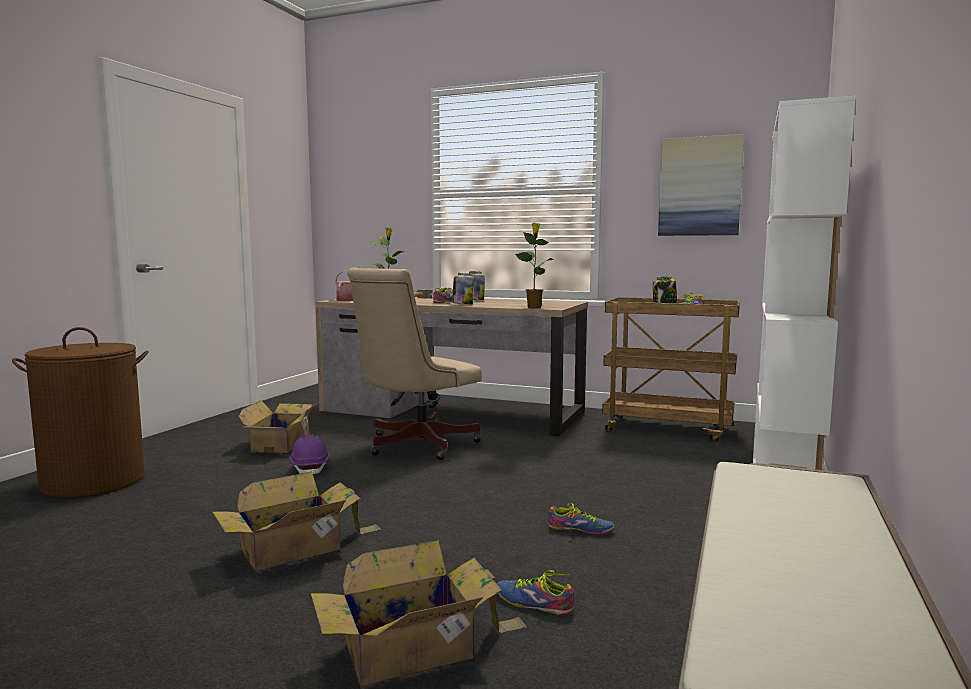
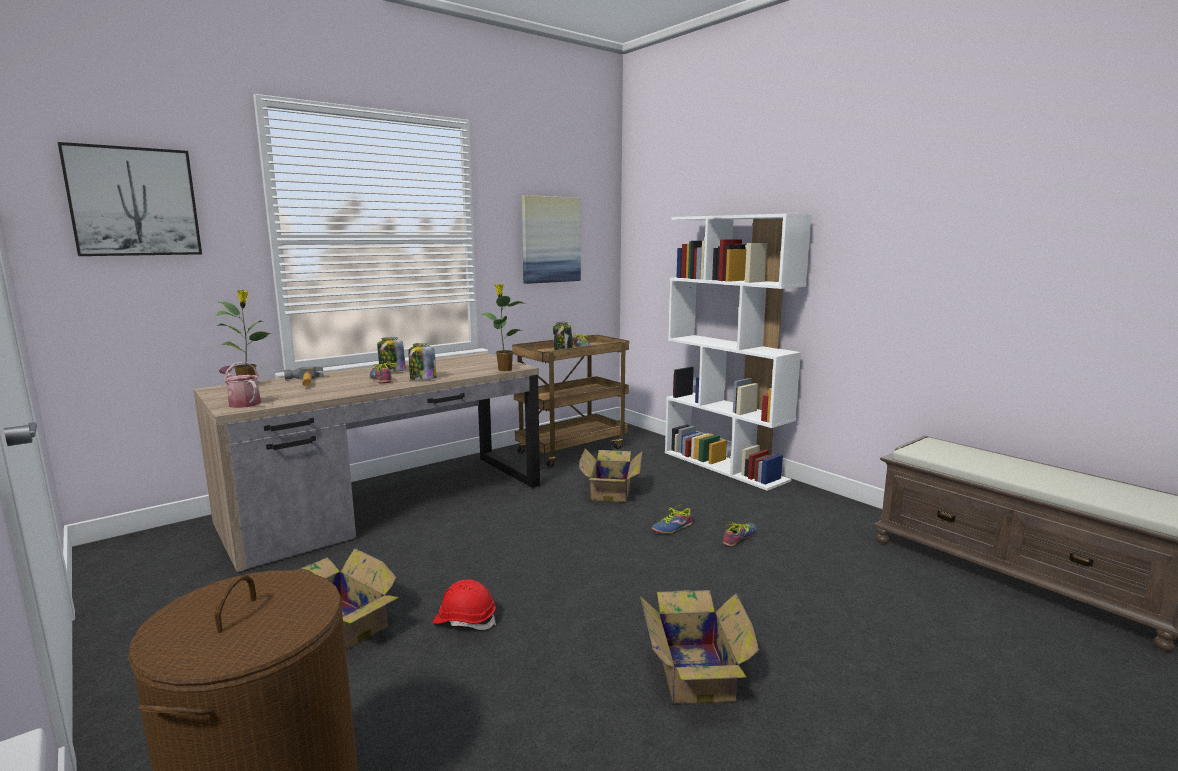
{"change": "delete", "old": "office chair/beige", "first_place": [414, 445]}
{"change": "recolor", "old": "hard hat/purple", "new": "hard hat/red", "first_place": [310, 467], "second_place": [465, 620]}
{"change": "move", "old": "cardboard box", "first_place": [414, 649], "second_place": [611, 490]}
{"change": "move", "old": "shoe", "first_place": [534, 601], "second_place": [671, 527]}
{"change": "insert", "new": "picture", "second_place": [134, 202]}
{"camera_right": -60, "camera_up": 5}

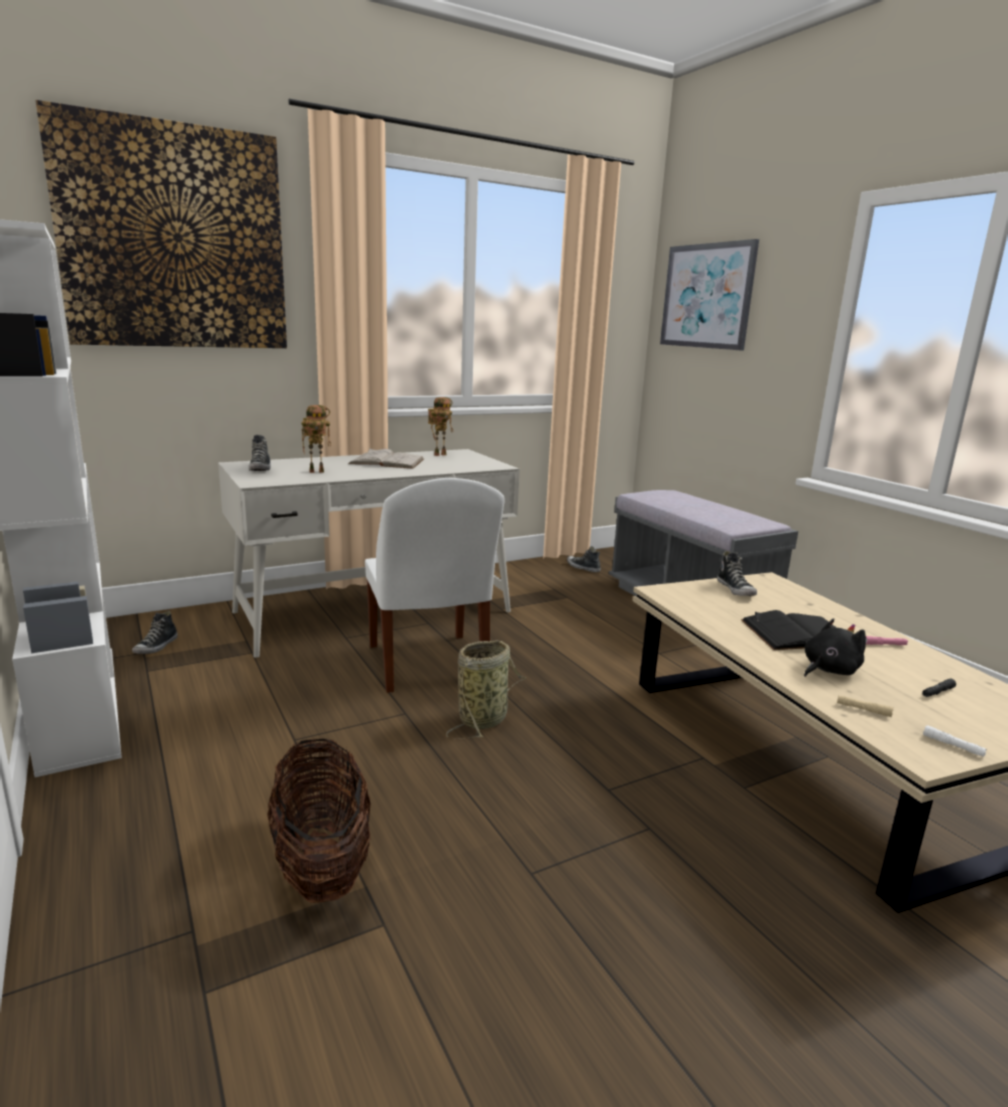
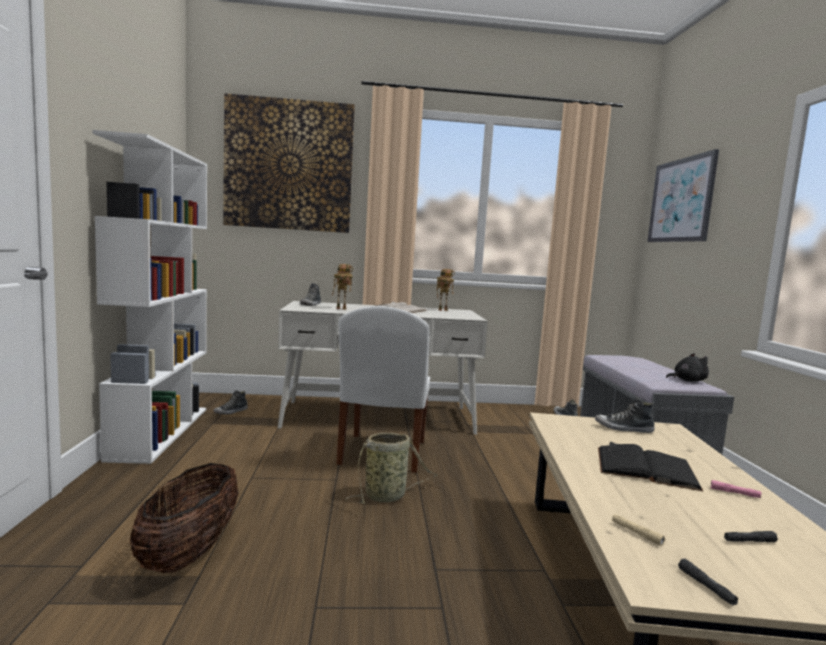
{"change": "rotate", "old": "shoe", "first_place": [736, 590], "second_place": [623, 429], "degrees": 90}
{"change": "move", "old": "plush toy/black", "first_place": [828, 670], "second_place": [687, 380]}
{"change": "recolor", "old": "flashlight/white", "new": "flashlight/black", "first_place": [953, 745], "second_place": [706, 587]}
{"camera_right": 25, "camera_up": -10}

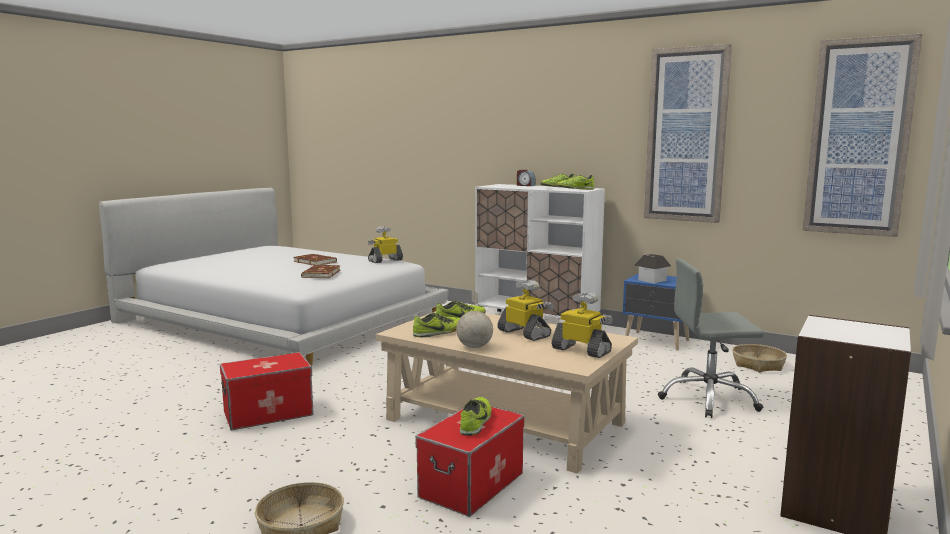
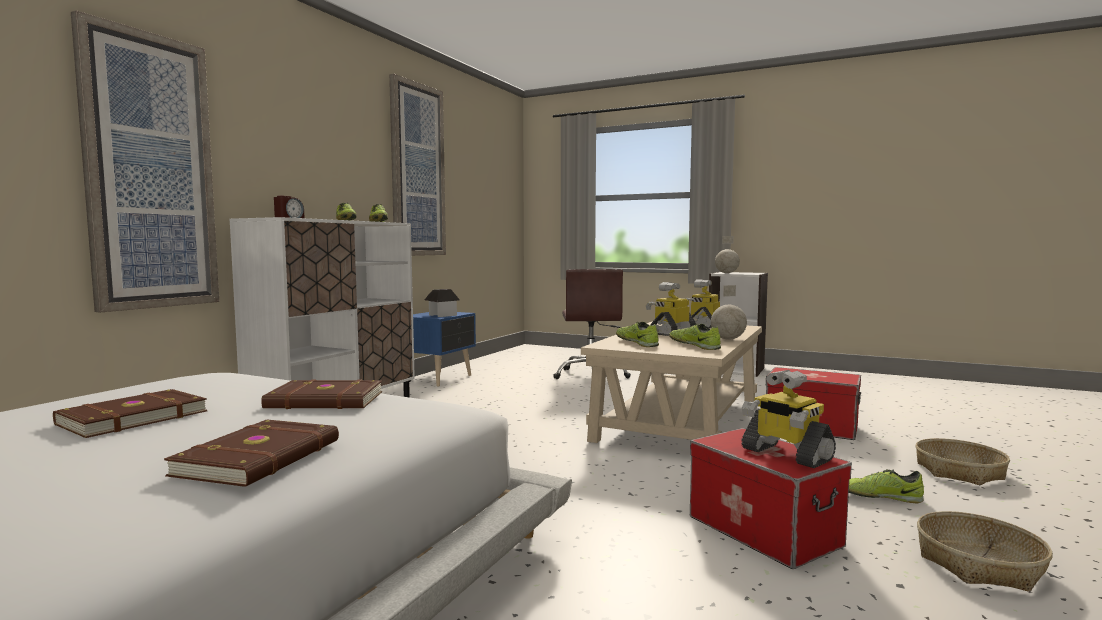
{"change": "move", "old": "picture", "first_place": [859, 138], "second_place": [150, 172]}
{"change": "move", "old": "toy robot", "first_place": [385, 260], "second_place": [785, 454]}
{"change": "recolor", "old": "office chair/grey", "new": "office chair/brown", "first_place": [708, 399], "second_place": [591, 376]}
{"change": "move", "old": "basket", "first_place": [758, 364], "second_place": [979, 564]}
{"change": "move", "old": "shoe", "first_place": [476, 422], "second_place": [880, 497]}
{"change": "insert", "new": "globe", "second_place": [727, 273]}
{"change": "insert", "new": "book/brown", "second_place": [262, 458]}
{"camera_right": -95, "camera_up": -5}

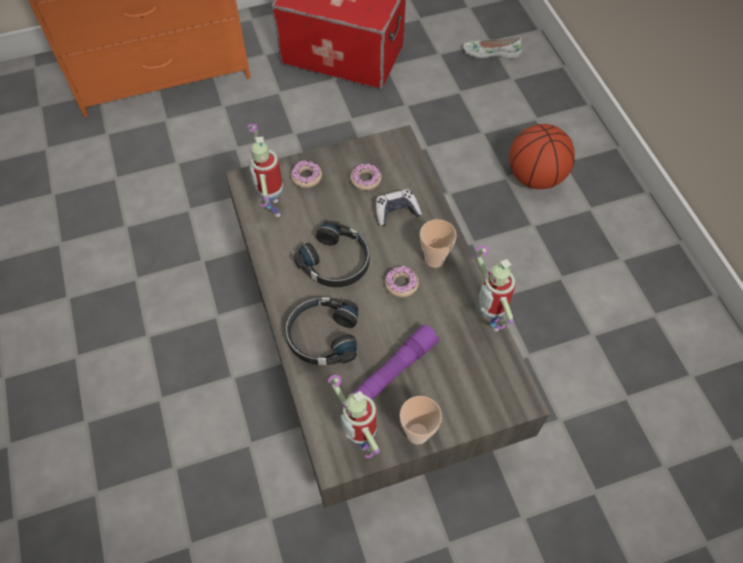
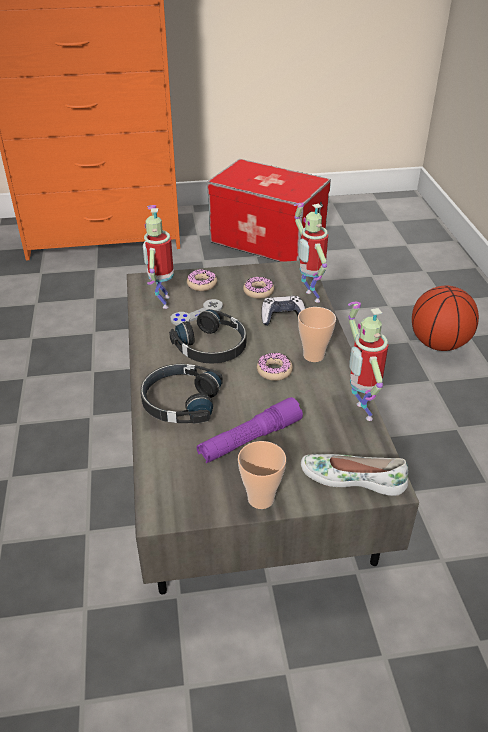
{"change": "move", "old": "shoe/white", "first_place": [491, 52], "second_place": [352, 478]}
{"change": "move", "old": "toy robot", "first_place": [359, 441], "second_place": [309, 297]}
{"change": "insert", "new": "game controller/grey", "second_place": [197, 313]}
{"camera_right": 10, "camera_up": -20}

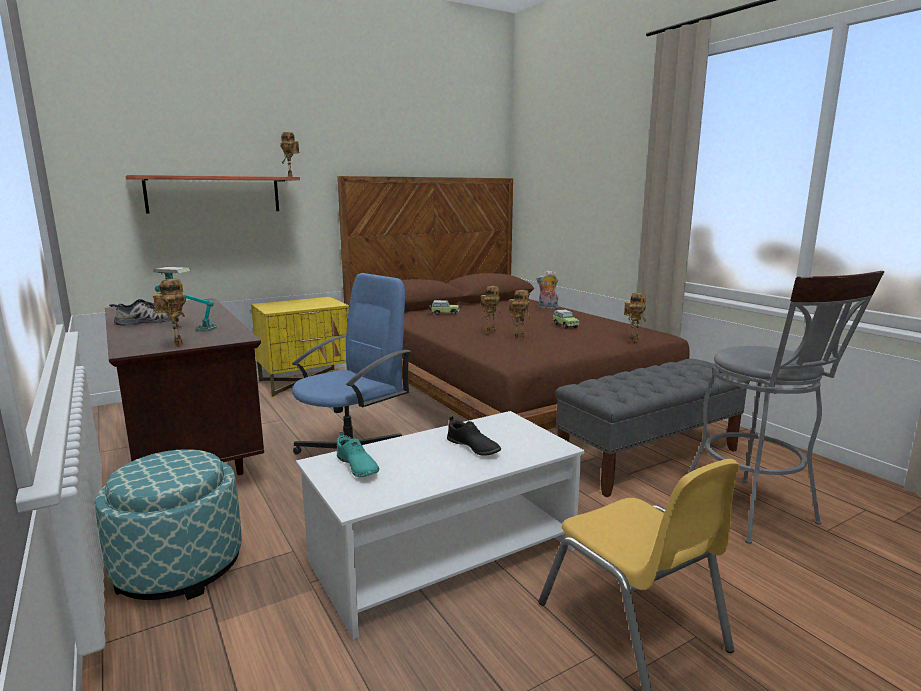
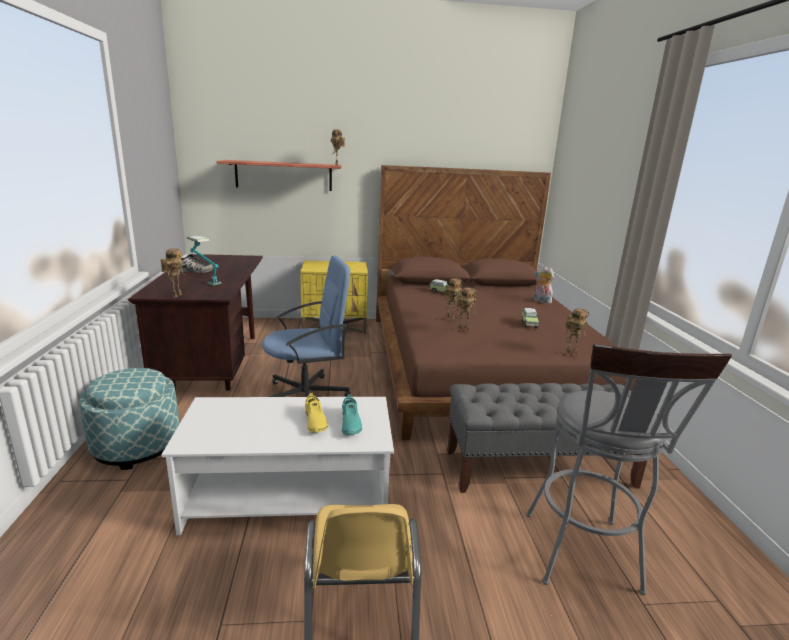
{"change": "recolor", "old": "shoe/black", "new": "shoe/yellow", "first_place": [473, 447], "second_place": [314, 422]}
{"change": "move", "old": "shoe/turquoise", "first_place": [356, 467], "second_place": [350, 424]}
{"camera_right": 25, "camera_up": 5}

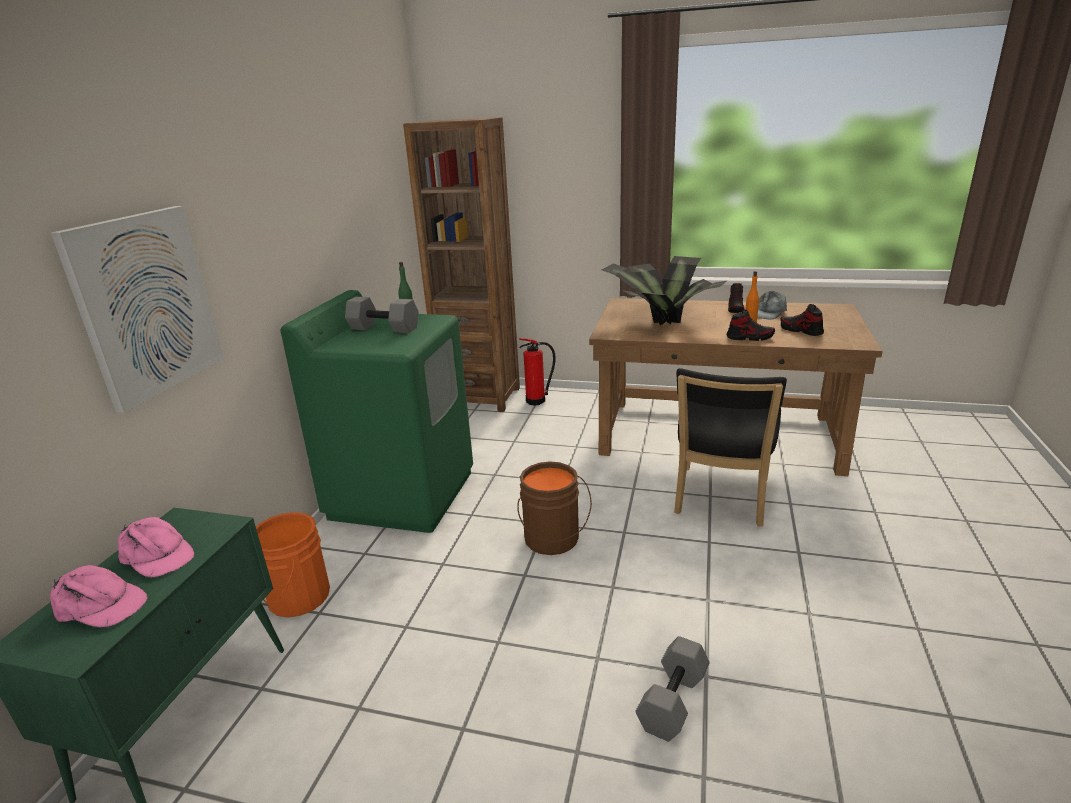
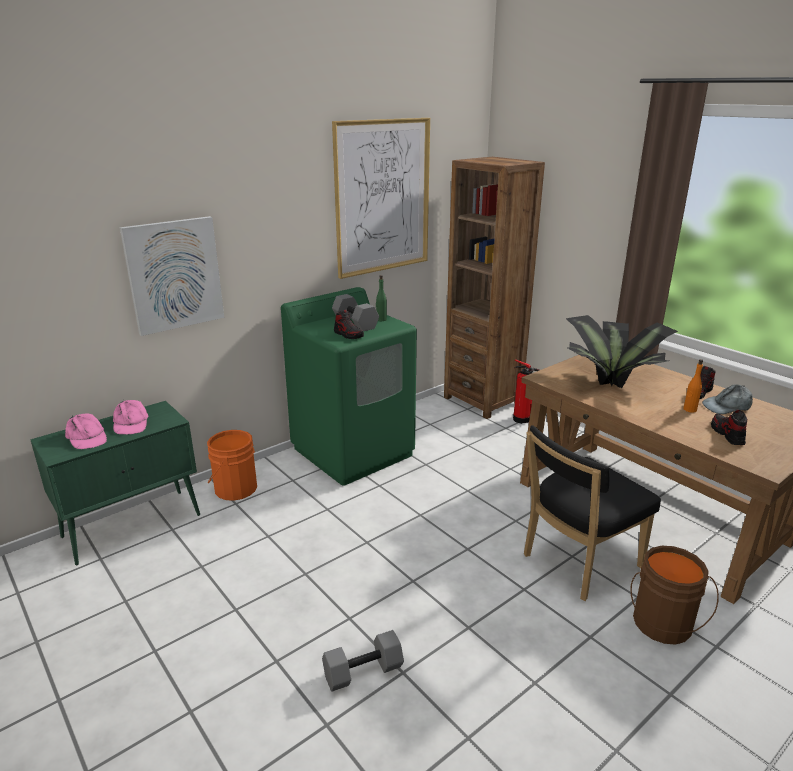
{"change": "move", "old": "shoe", "first_place": [750, 337], "second_place": [348, 335]}
{"change": "move", "old": "bucket/brown", "first_place": [553, 540], "second_place": [662, 625]}
{"change": "insert", "new": "picture", "second_place": [383, 197]}
{"camera_right": 35, "camera_up": 0}

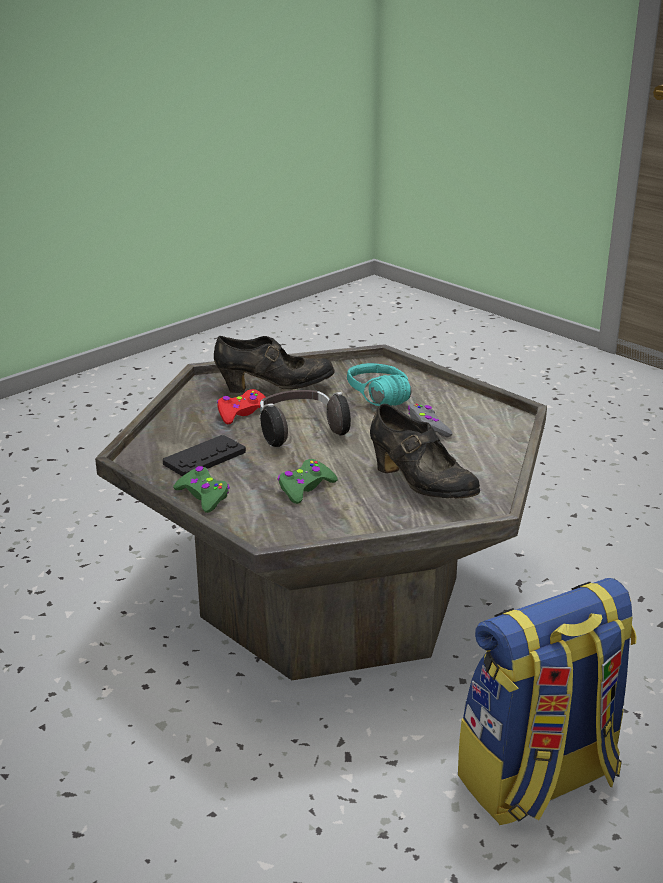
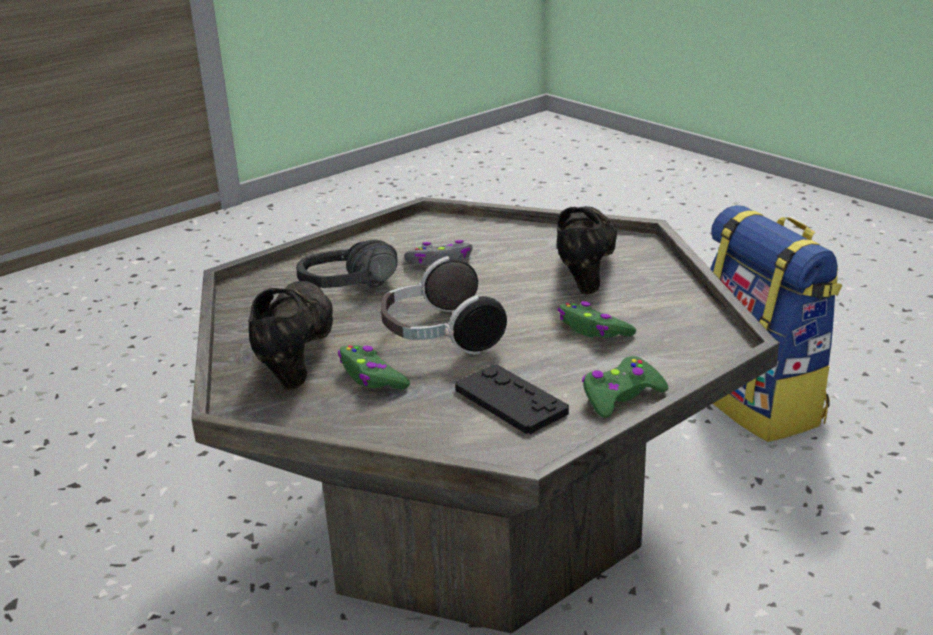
{"change": "recolor", "old": "headphones/turquoise", "new": "headphones/black", "first_place": [370, 399], "second_place": [353, 292]}
{"change": "recolor", "old": "game controller/red", "new": "game controller/green", "first_place": [243, 413], "second_place": [372, 377]}
{"change": "rotate", "old": "shoe/black", "first_place": [421, 486], "second_place": [584, 268], "degrees": -45}
{"camera_right": -85, "camera_up": 0}

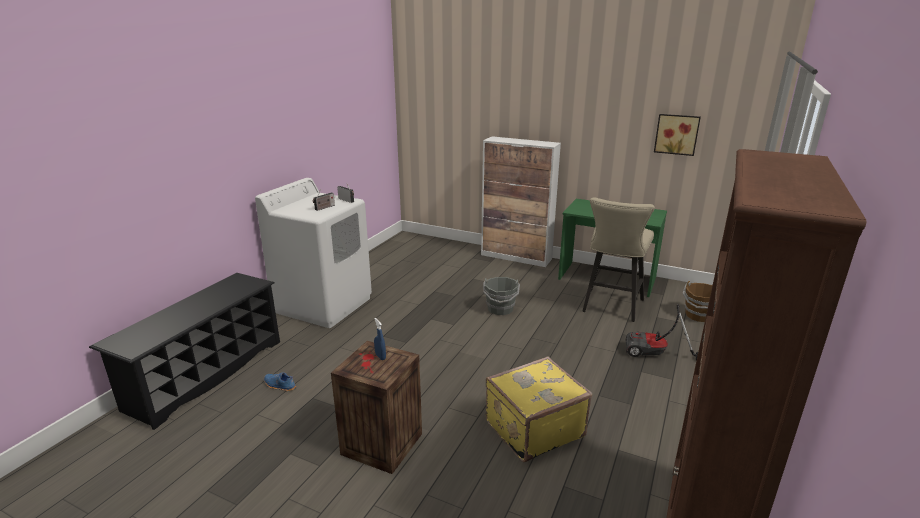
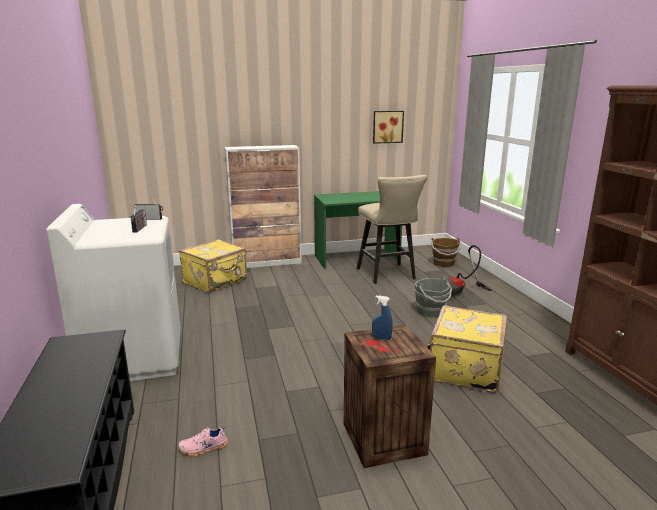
{"change": "move", "old": "bucket/grey", "first_place": [500, 309], "second_place": [431, 311]}
{"change": "recolor", "old": "shoe/blue", "new": "shoe/pink", "first_place": [279, 386], "second_place": [203, 448]}
{"change": "insert", "new": "suitcase/yellow", "second_place": [216, 281]}
{"camera_right": -40, "camera_up": -5}

